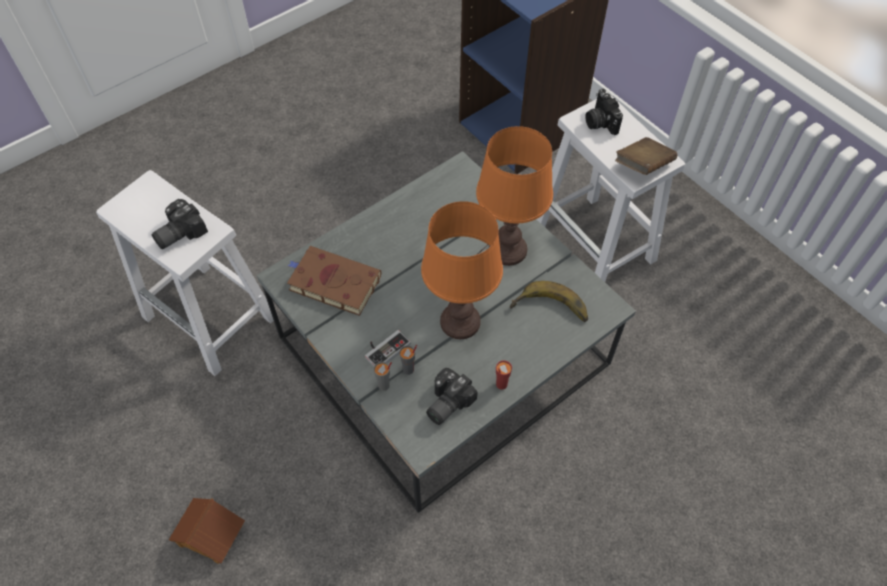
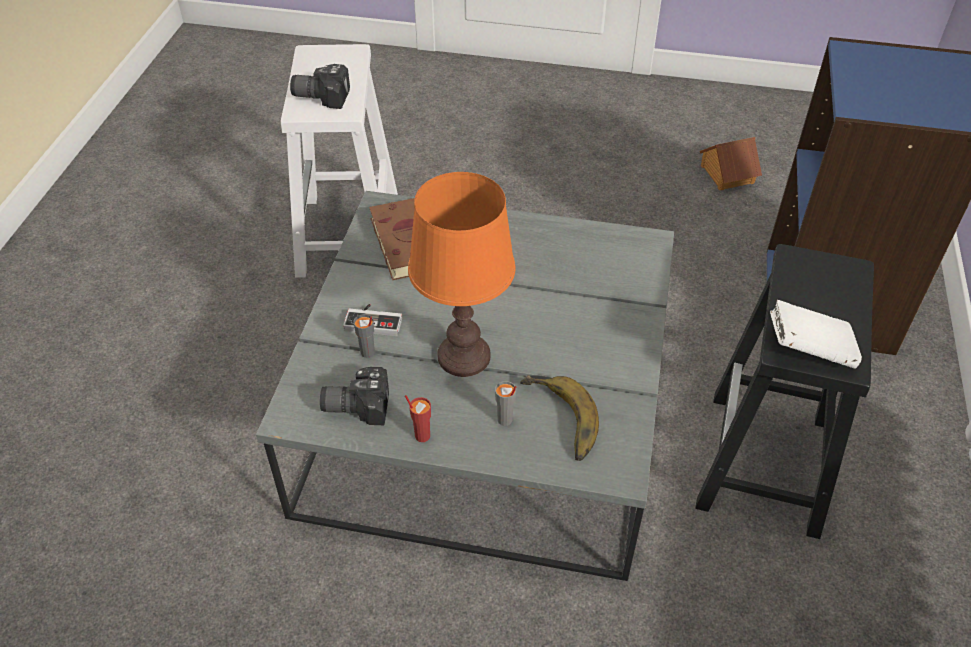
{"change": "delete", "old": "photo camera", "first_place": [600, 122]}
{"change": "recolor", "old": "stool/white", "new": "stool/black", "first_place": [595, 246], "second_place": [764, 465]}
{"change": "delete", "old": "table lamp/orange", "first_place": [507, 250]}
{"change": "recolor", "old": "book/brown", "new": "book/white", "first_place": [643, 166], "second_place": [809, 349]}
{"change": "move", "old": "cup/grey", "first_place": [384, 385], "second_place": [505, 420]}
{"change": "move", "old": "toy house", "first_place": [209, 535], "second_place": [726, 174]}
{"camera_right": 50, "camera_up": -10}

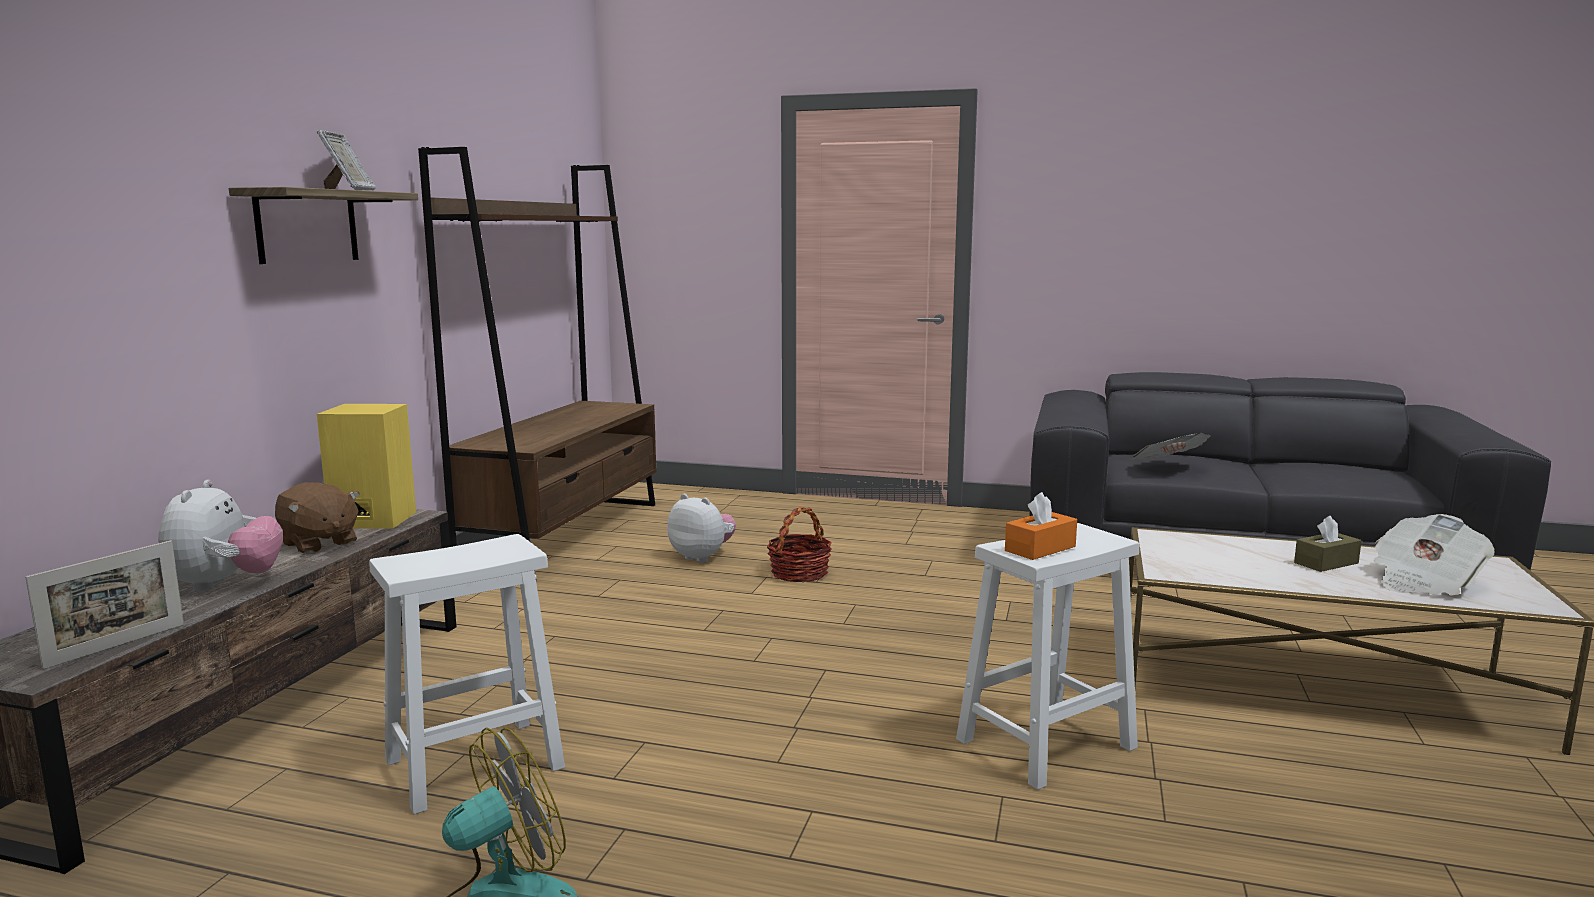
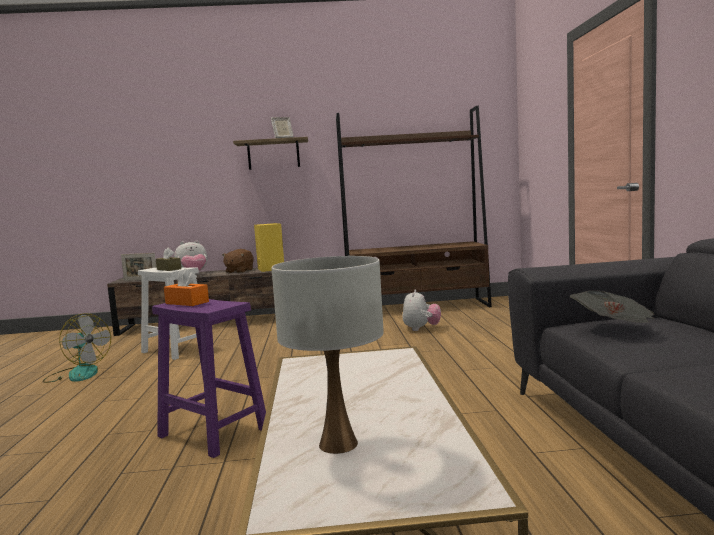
{"change": "delete", "old": "basket", "first_place": [799, 573]}
{"change": "replace", "old": "newspaper", "new": "table lamp/white", "first_place": [1423, 582], "second_place": [337, 444]}
{"change": "move", "old": "tissue box/brown", "first_place": [1326, 563], "second_place": [169, 269]}
{"change": "recolor", "old": "stool/white", "new": "stool/purple", "first_place": [1047, 743], "second_place": [215, 433]}
{"camera_right": 70, "camera_up": -5}

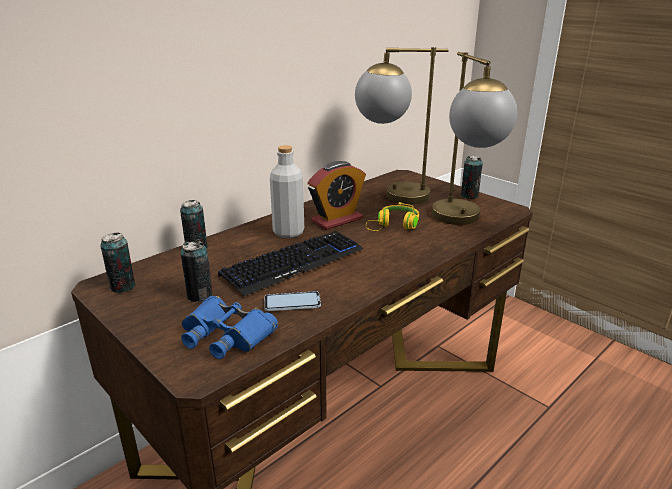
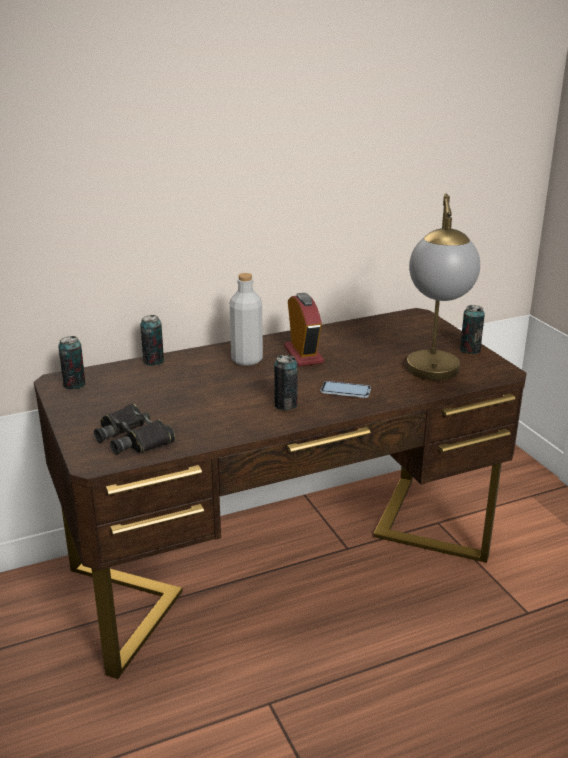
{"change": "delete", "old": "table lamp", "first_place": [391, 196]}
{"change": "rotate", "old": "alarm clock", "first_place": [337, 220], "second_place": [303, 355], "degrees": -90}
{"change": "delete", "old": "headphones/yellow", "first_place": [394, 226]}
{"change": "delete", "old": "keyboard", "first_place": [293, 263]}
{"change": "move", "old": "can", "first_place": [200, 295], "second_place": [286, 405]}
{"change": "move", "old": "phone", "first_place": [292, 303], "second_place": [345, 391]}
{"change": "recolor", "old": "binoculars/blue", "new": "binoculars/black", "first_place": [226, 334], "second_place": [133, 438]}
{"camera_right": 20, "camera_up": 0}

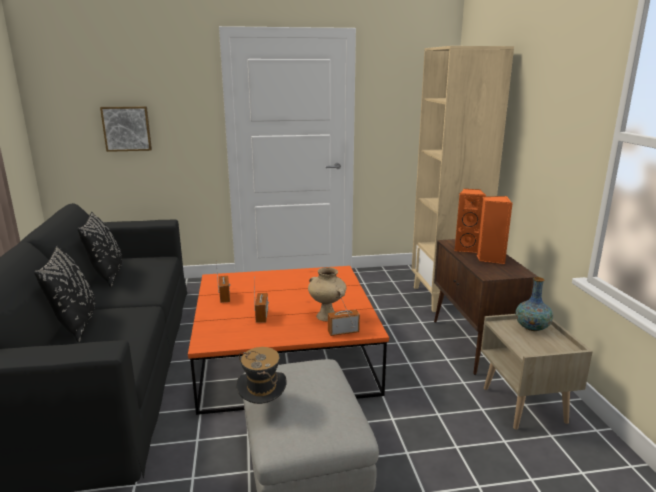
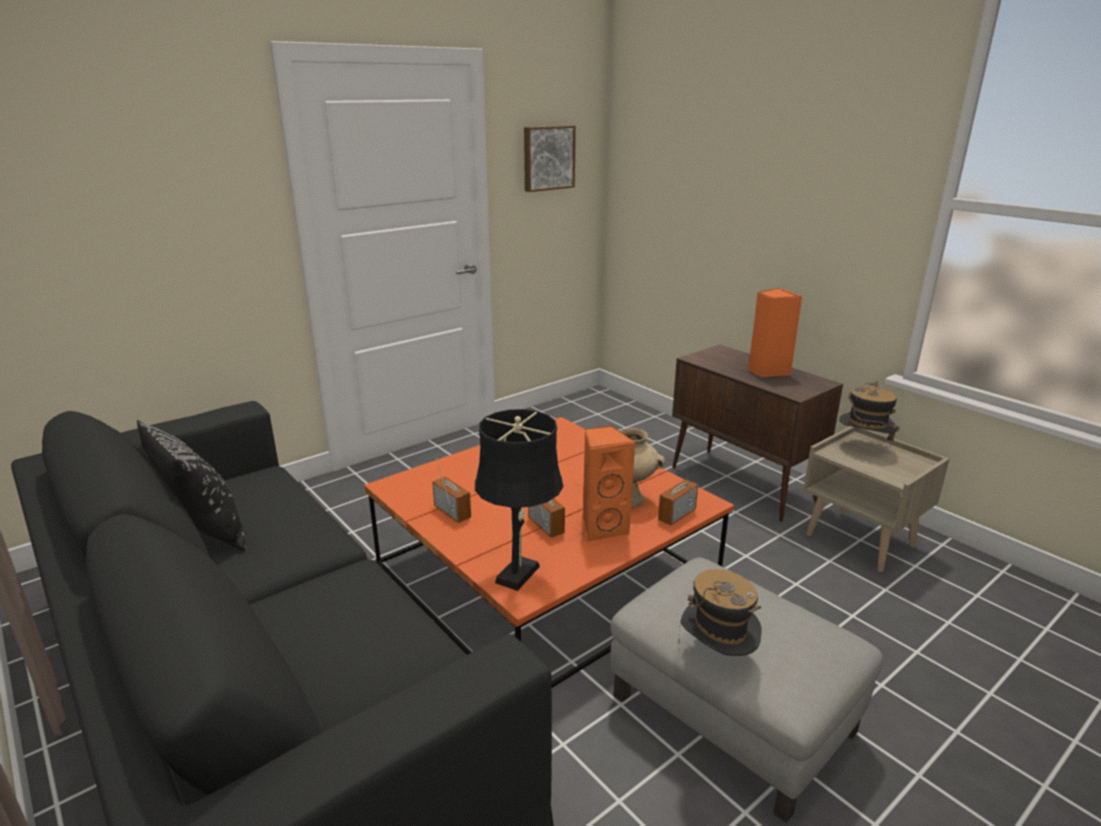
{"change": "delete", "old": "bookcase/beige", "first_place": [446, 297]}
{"change": "move", "old": "picture", "first_place": [127, 128], "second_place": [548, 158]}
{"change": "move", "old": "speaker/orange", "first_place": [467, 248], "second_place": [603, 528]}
{"change": "delete", "old": "pillow/black", "first_place": [76, 324]}
{"change": "replace", "old": "vase", "new": "hat", "first_place": [532, 327], "second_place": [863, 447]}
{"change": "insert", "new": "table lamp/black", "second_place": [520, 572]}
{"camera_right": -30, "camera_up": 5}

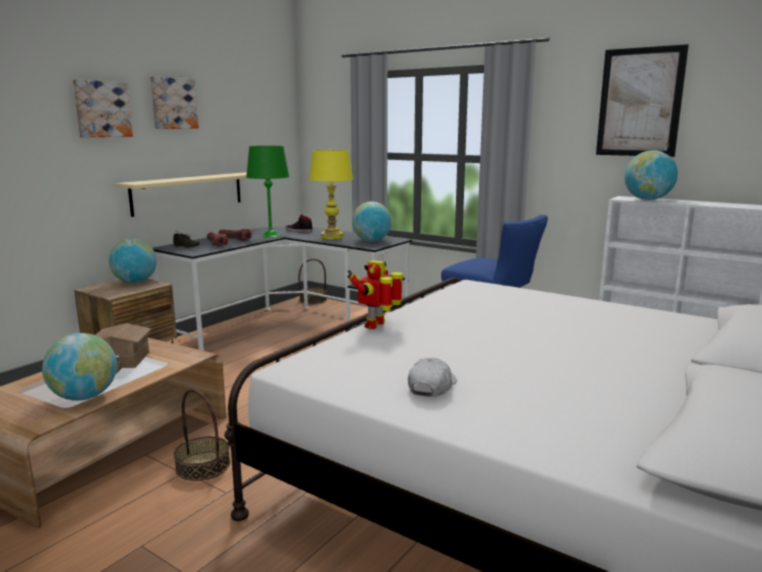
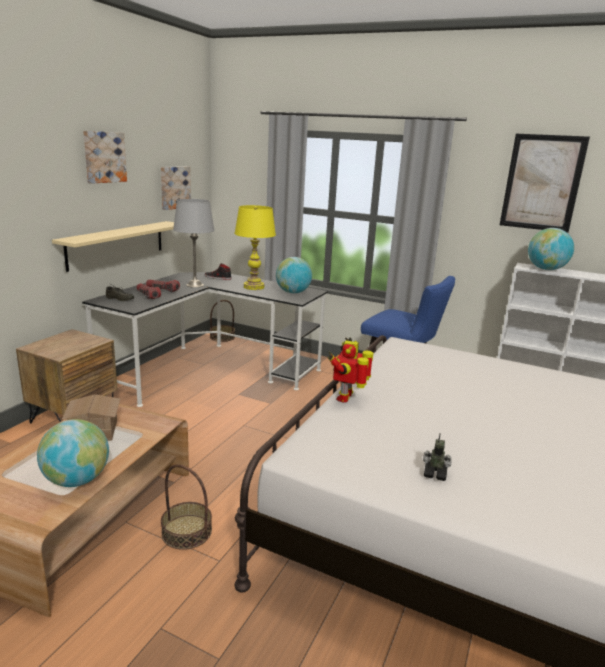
{"change": "move", "old": "picture", "first_place": [102, 109], "second_place": [174, 187]}
{"change": "recolor", "old": "table lamp/green", "new": "table lamp/grey", "first_place": [270, 236], "second_place": [194, 285]}
{"change": "delete", "old": "globe", "first_place": [135, 282]}
{"change": "replace", "old": "cap/white", "new": "toy robot", "first_place": [432, 386], "second_place": [434, 474]}
{"camera_right": -10, "camera_up": 5}

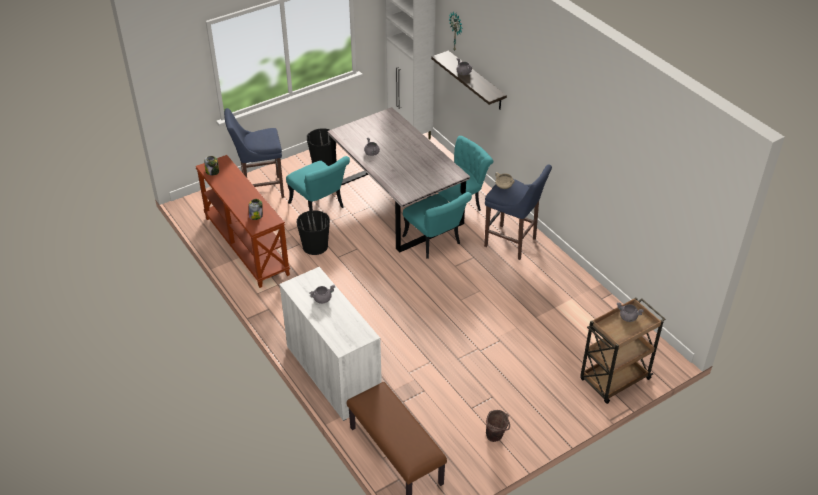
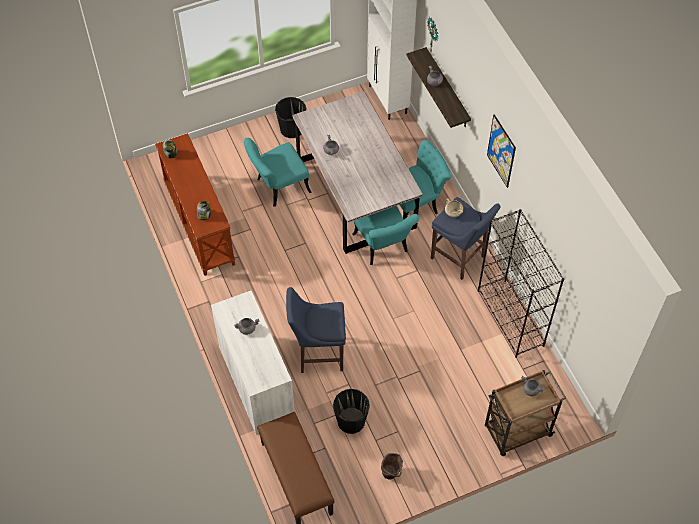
{"change": "move", "old": "stool/blue", "first_place": [260, 189], "second_place": [318, 354]}
{"change": "rotate", "old": "chair/turquoise", "first_place": [320, 208], "second_place": [278, 187], "degrees": 90}
{"change": "move", "old": "bucket/black", "first_place": [315, 246], "second_place": [351, 421]}
{"change": "insert", "new": "picture", "second_place": [501, 151]}
{"change": "insert", "new": "bookcase/black", "second_place": [511, 318]}
{"camera_right": 10, "camera_up": 15}

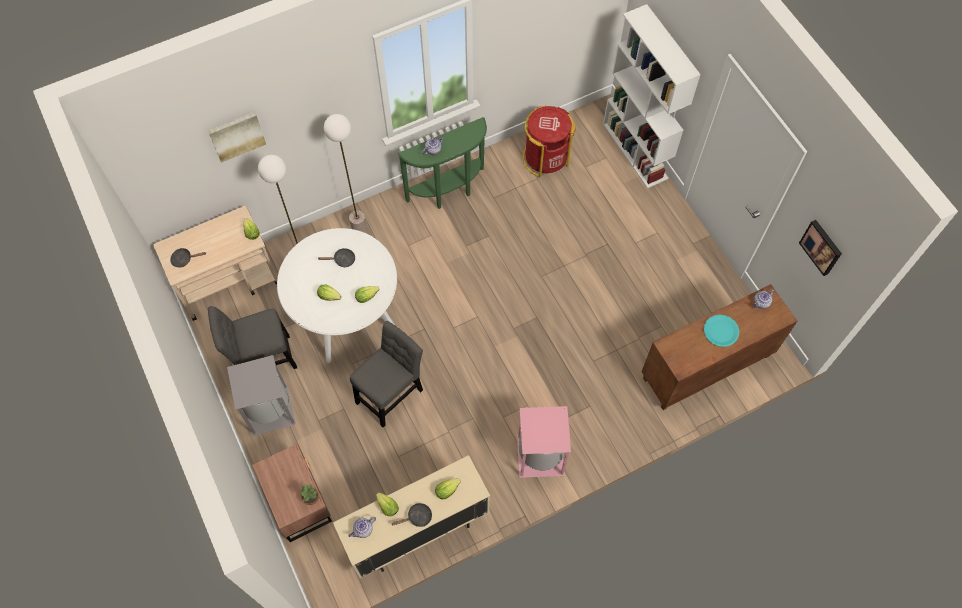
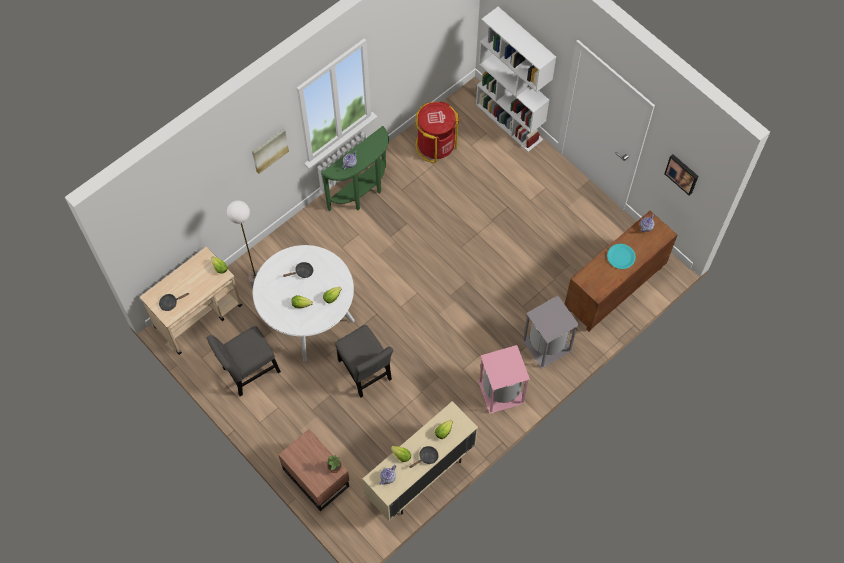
{"change": "move", "old": "picture", "first_place": [237, 136], "second_place": [269, 150]}
{"change": "delete", "old": "floor lamp", "first_place": [358, 225]}
{"change": "rotate", "old": "chair/grey", "first_place": [391, 393], "second_place": [365, 372], "degrees": 120}
{"change": "move", "old": "trash can/grey", "first_place": [270, 409], "second_place": [547, 344]}
{"camera_right": -15, "camera_up": 0}

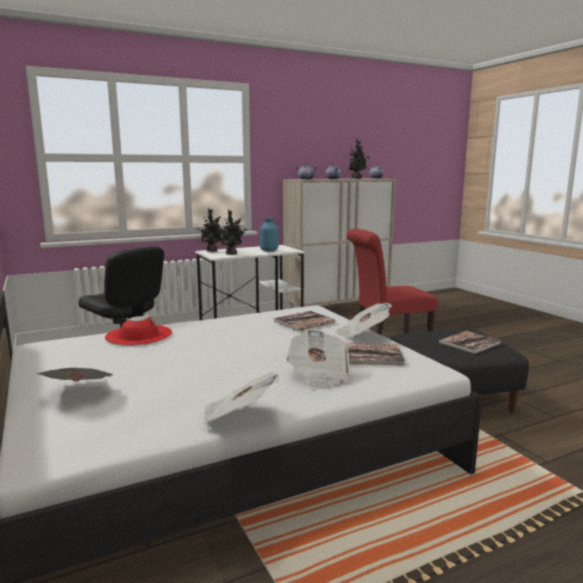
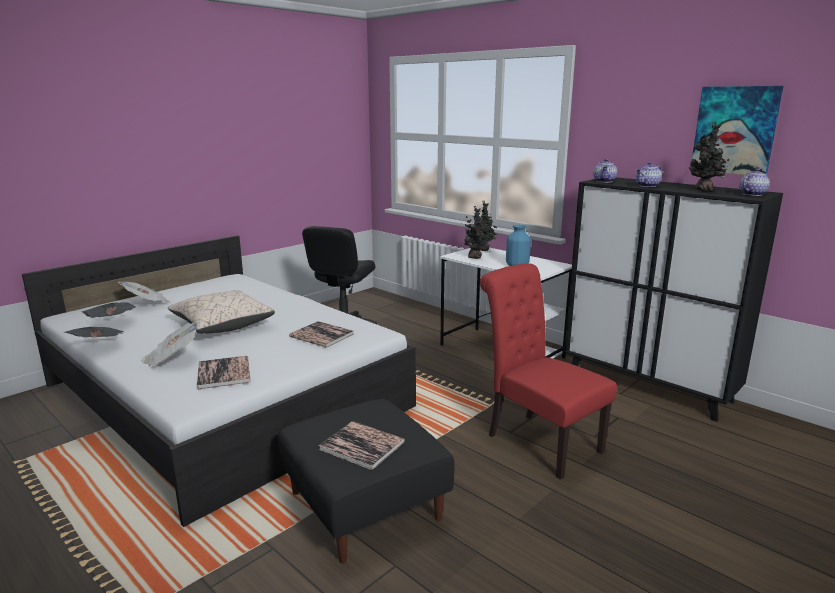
{"change": "recolor", "old": "cabinet/beige", "new": "cabinet/black", "first_place": [337, 309], "second_place": [648, 386]}
{"change": "move", "old": "newspaper", "first_place": [362, 334], "second_place": [112, 322]}
{"change": "delete", "old": "hat/red", "first_place": [139, 335]}
{"change": "insert", "new": "picture", "second_place": [735, 130]}
{"change": "insert", "new": "pillow/beige", "second_place": [222, 325]}
{"camera_right": 70, "camera_up": 5}

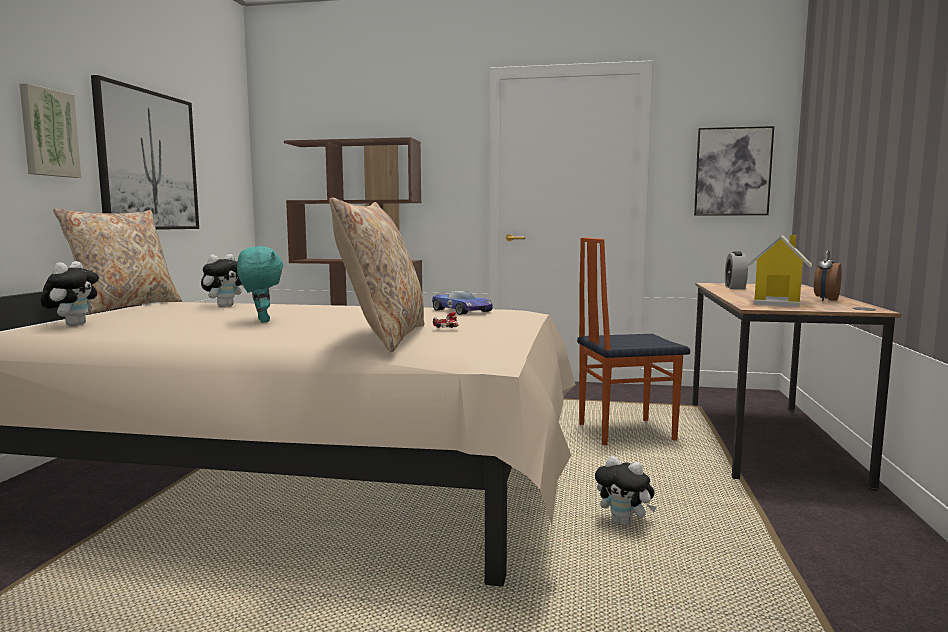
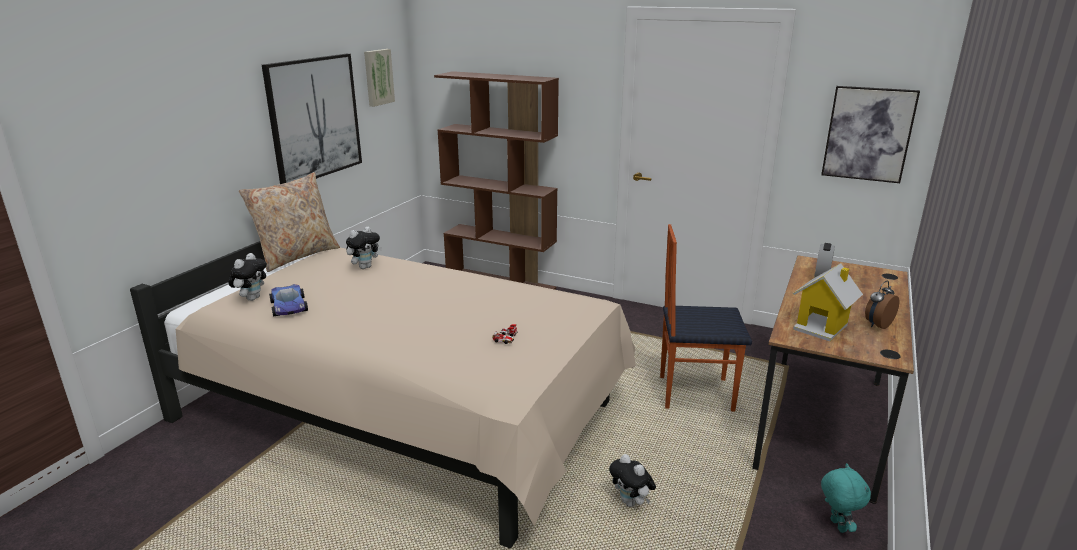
{"change": "move", "old": "picture", "first_place": [48, 133], "second_place": [378, 77]}
{"change": "delete", "old": "pillow/beige", "first_place": [383, 337]}
{"change": "move", "old": "plush toy/turquoise", "first_place": [261, 321], "second_place": [836, 525]}
{"change": "move", "old": "toy car", "first_place": [462, 311], "second_place": [289, 306]}
{"camera_right": 15, "camera_up": 15}

